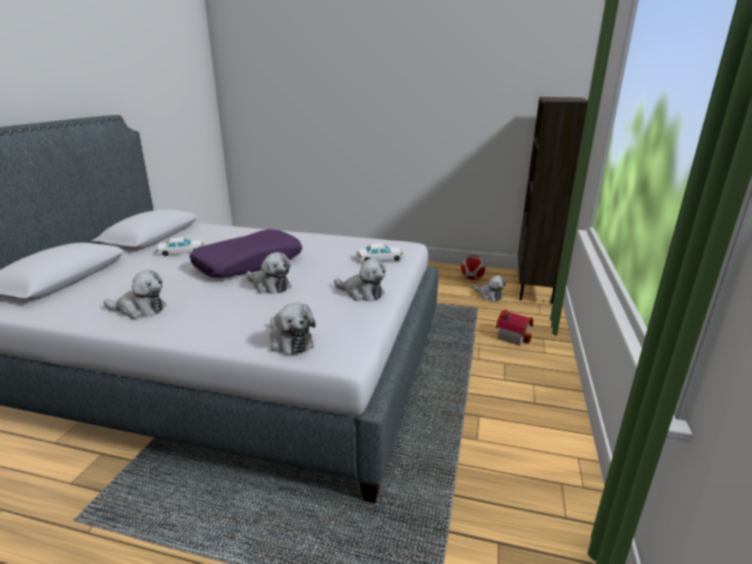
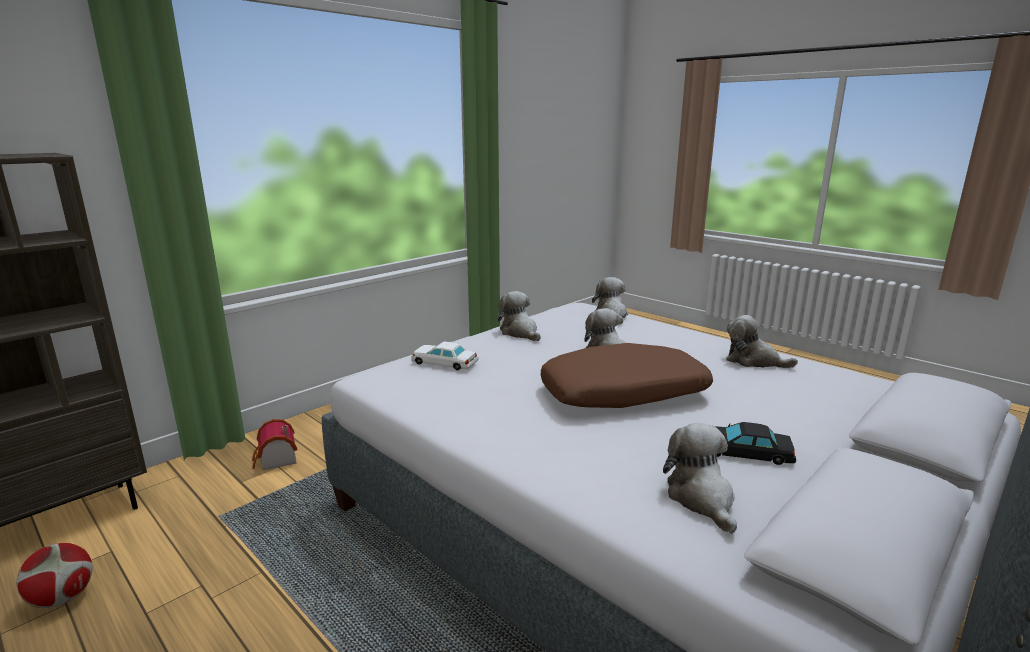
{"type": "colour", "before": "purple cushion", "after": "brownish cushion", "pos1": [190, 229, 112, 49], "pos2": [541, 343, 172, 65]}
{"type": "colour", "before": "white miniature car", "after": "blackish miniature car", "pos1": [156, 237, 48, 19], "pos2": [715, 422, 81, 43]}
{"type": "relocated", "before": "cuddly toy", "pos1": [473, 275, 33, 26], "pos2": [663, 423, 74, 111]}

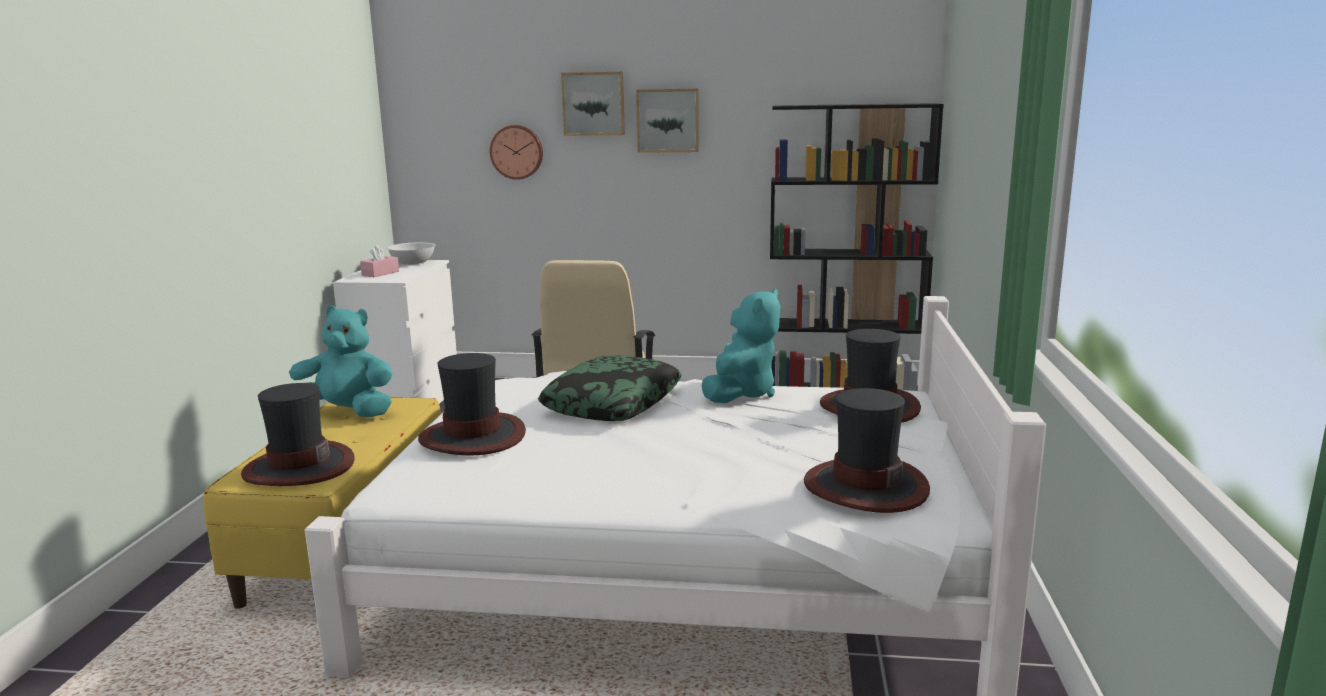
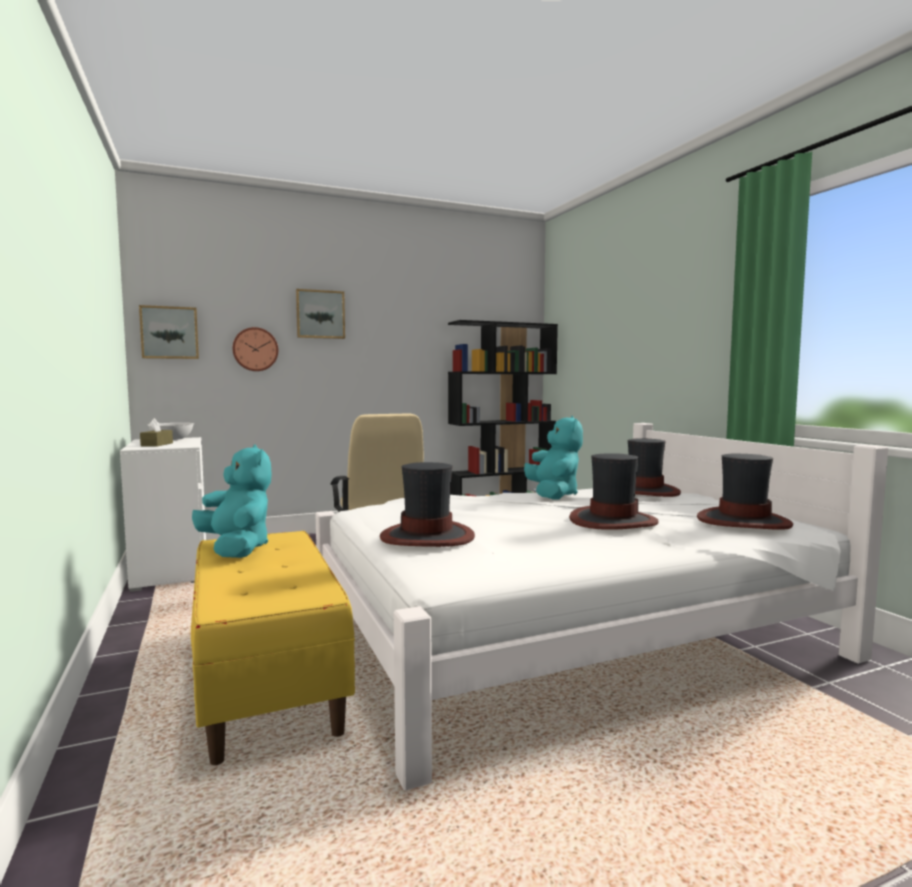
{"type": "relocated", "before": "wall art", "pos1": [636, 89, 63, 64], "pos2": [139, 305, 60, 54]}
{"type": "colour", "before": "pinkish box of tissues", "after": "brownish box of tissues", "pos1": [360, 245, 39, 32], "pos2": [140, 418, 33, 29]}
{"type": "spun", "before": "turquoise-coloured cuddly toy", "pos1": [289, 305, 103, 112], "pos2": [192, 444, 79, 114], "turn": 75}
{"type": "missing", "before": "cushion", "pos1": [538, 356, 144, 65]}
{"type": "relocated", "before": "hat", "pos1": [241, 383, 114, 103], "pos2": [569, 453, 90, 77]}

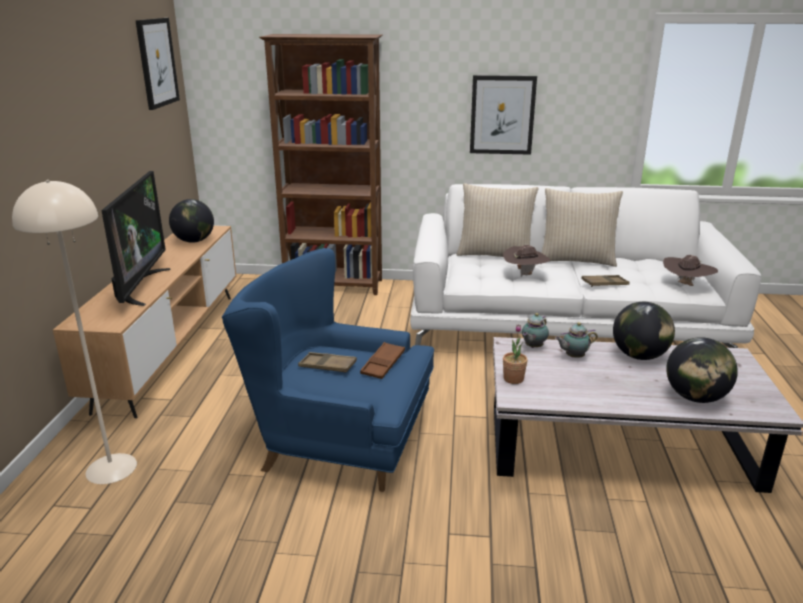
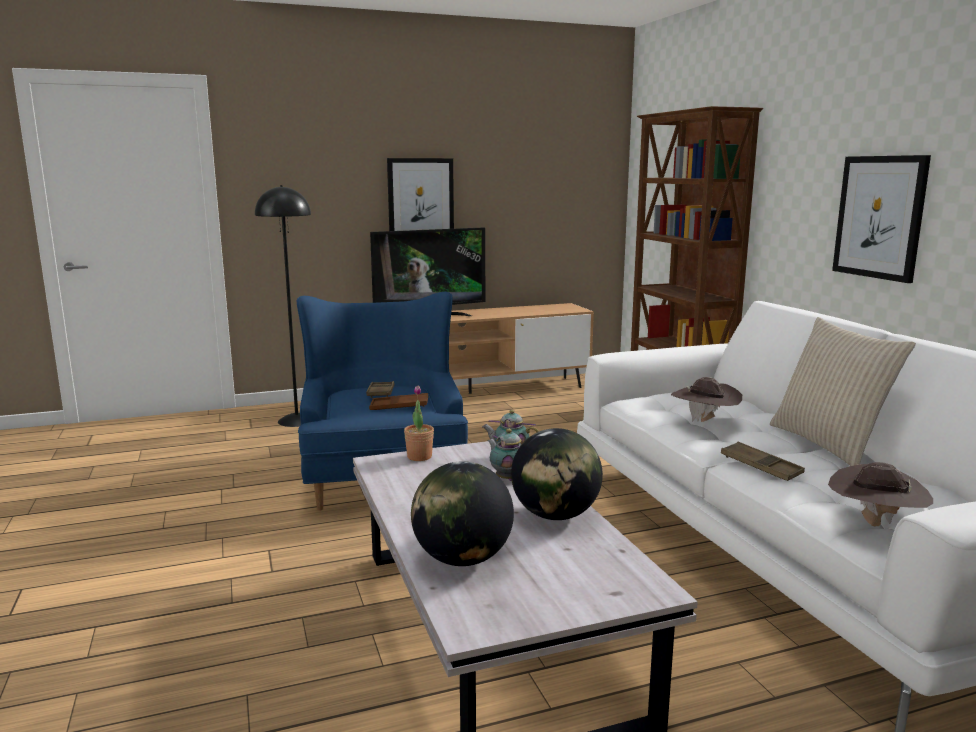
{"type": "relocated", "before": "wall art", "pos1": [135, 18, 45, 92], "pos2": [387, 158, 67, 73]}
{"type": "colour", "before": "sand-coloured standing lamp", "after": "blackish standing lamp", "pos1": [12, 180, 125, 304], "pos2": [255, 185, 56, 242]}
{"type": "missing", "before": "sand-coloured cushion", "pos1": [456, 183, 82, 74]}
{"type": "missing", "before": "desk globe", "pos1": [169, 199, 45, 44]}

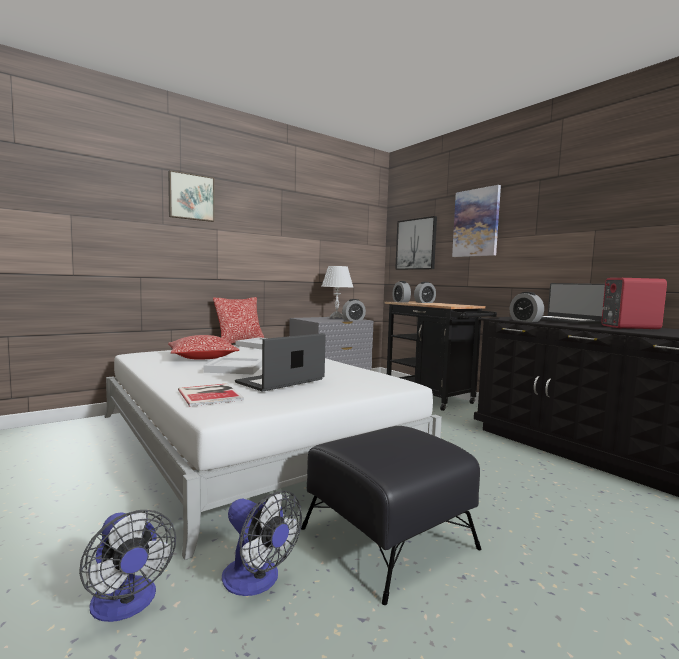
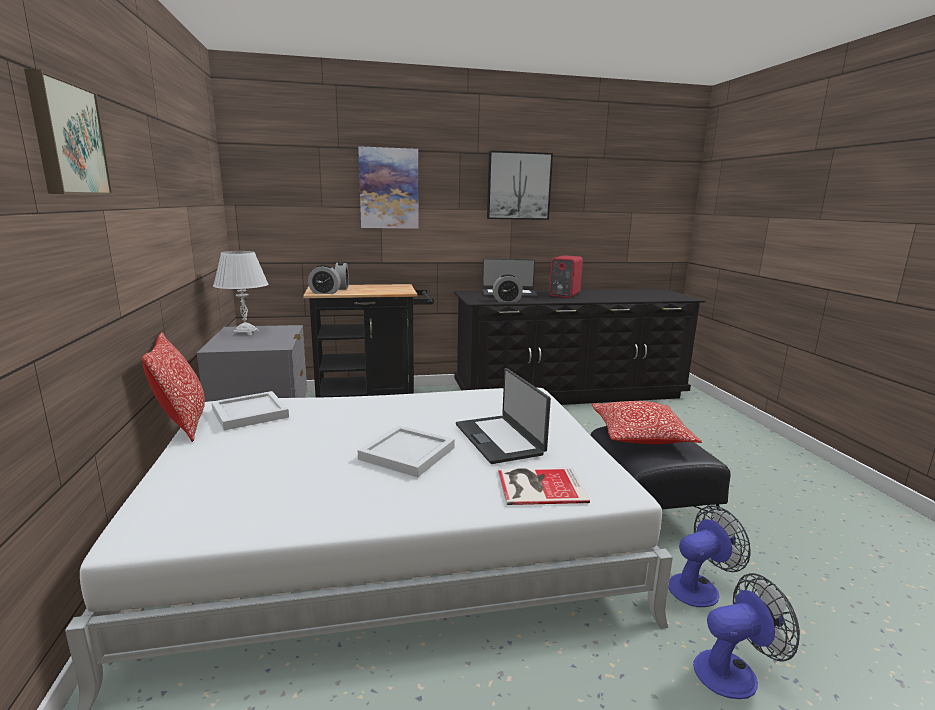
{"type": "relocated", "before": "wall art", "pos1": [395, 216, 42, 54], "pos2": [487, 150, 66, 70]}
{"type": "missing", "before": "alarm clock", "pos1": [342, 299, 24, 22]}
{"type": "relocated", "before": "cushion", "pos1": [168, 335, 71, 25], "pos2": [592, 401, 110, 43]}

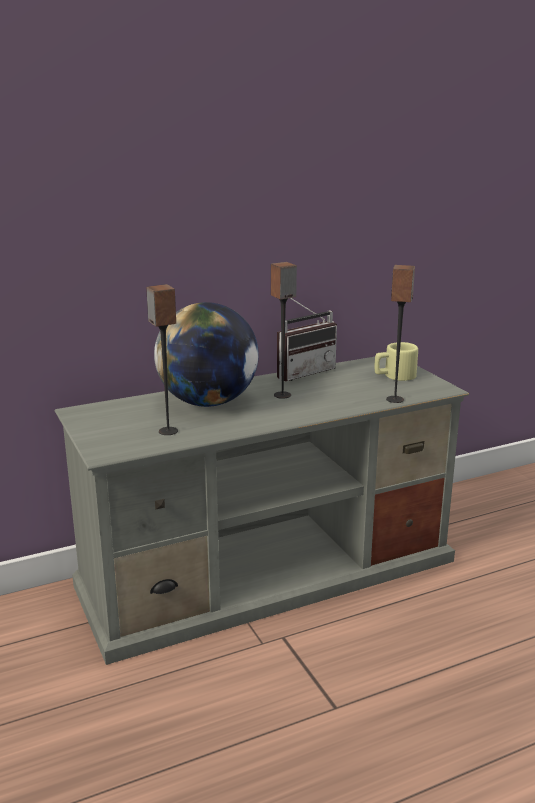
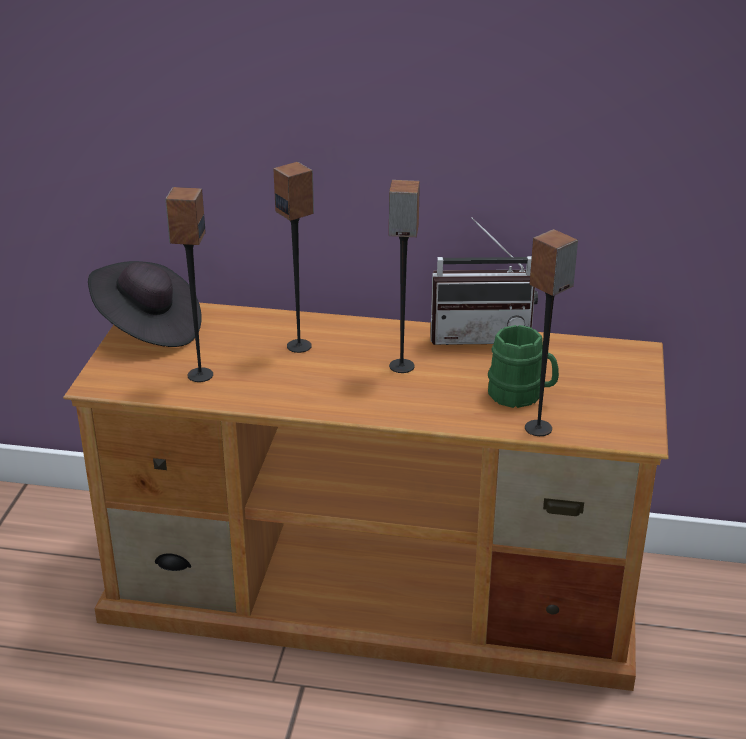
{"type": "exchanged", "before": "desk globe", "after": "speaker", "pos1": [154, 302, 105, 105], "pos2": [273, 162, 41, 191]}
{"type": "missing", "before": "sand-coloured tea mug", "pos1": [375, 342, 43, 39]}
{"type": "colour", "before": "greyish tv unit", "after": "brownish tv unit", "pos1": [54, 357, 415, 308], "pos2": [63, 303, 606, 388]}
{"type": "appeared", "after": "blackish hat", "pos2": [88, 261, 114, 86]}
{"type": "appeared", "after": "green tea mug", "pos2": [488, 325, 71, 83]}

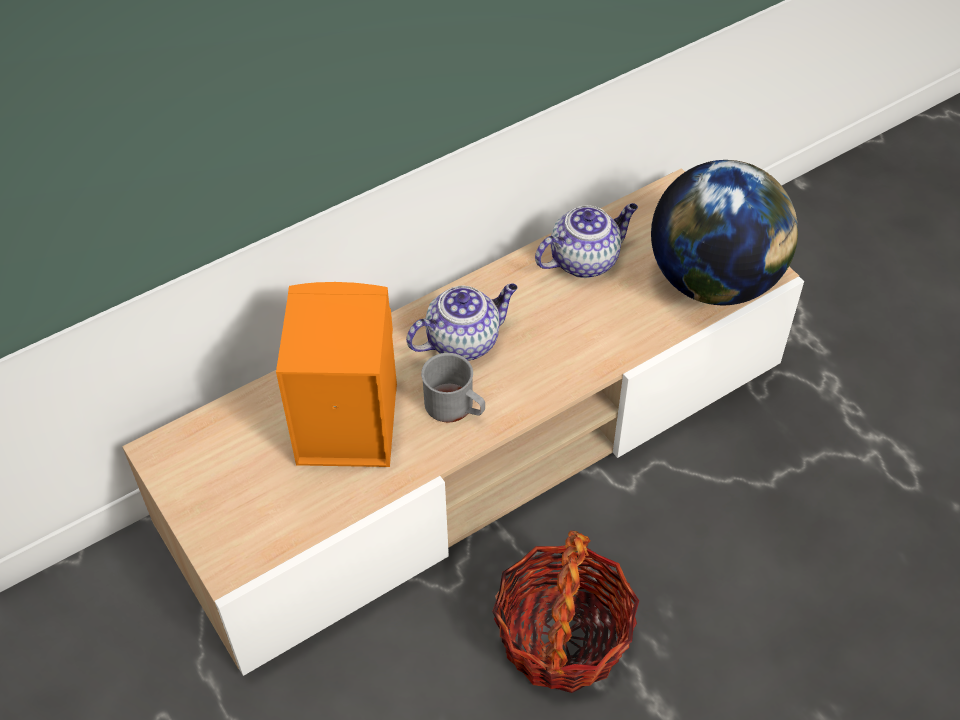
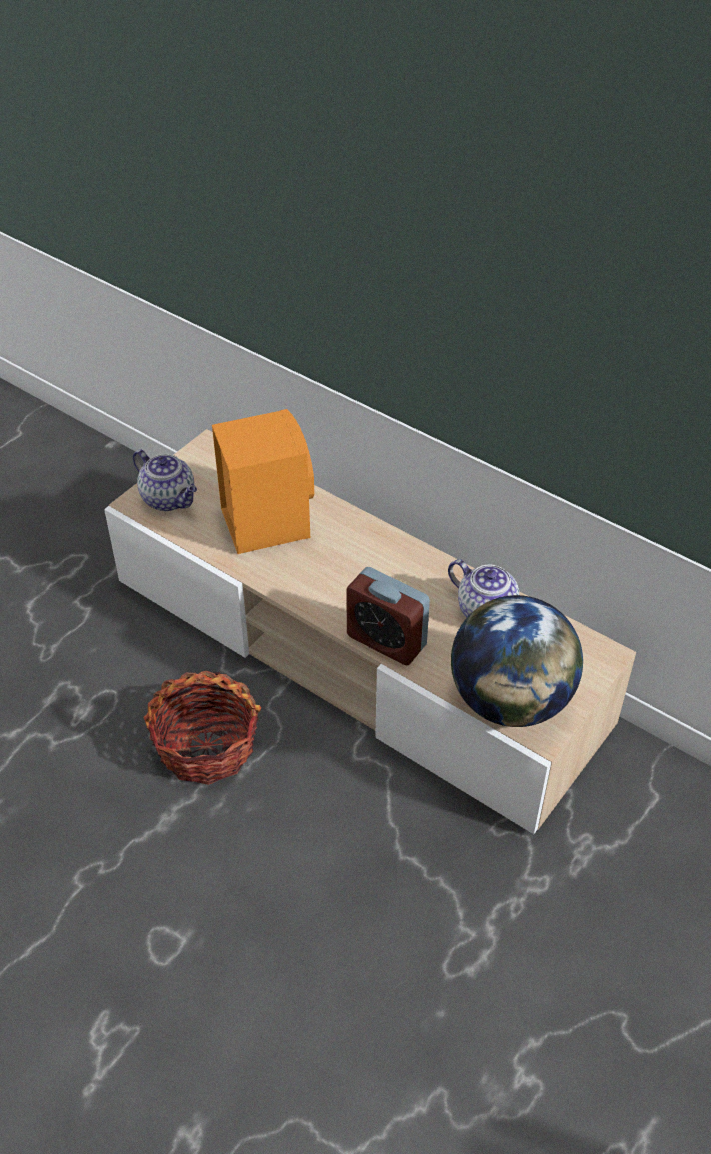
{"type": "relocated", "before": "tea pot", "pos1": [406, 283, 112, 78], "pos2": [133, 449, 64, 62]}
{"type": "missing", "before": "greyish tea mug", "pos1": [421, 353, 64, 69]}
{"type": "appeared", "after": "alarm clock", "pos2": [346, 567, 84, 99]}

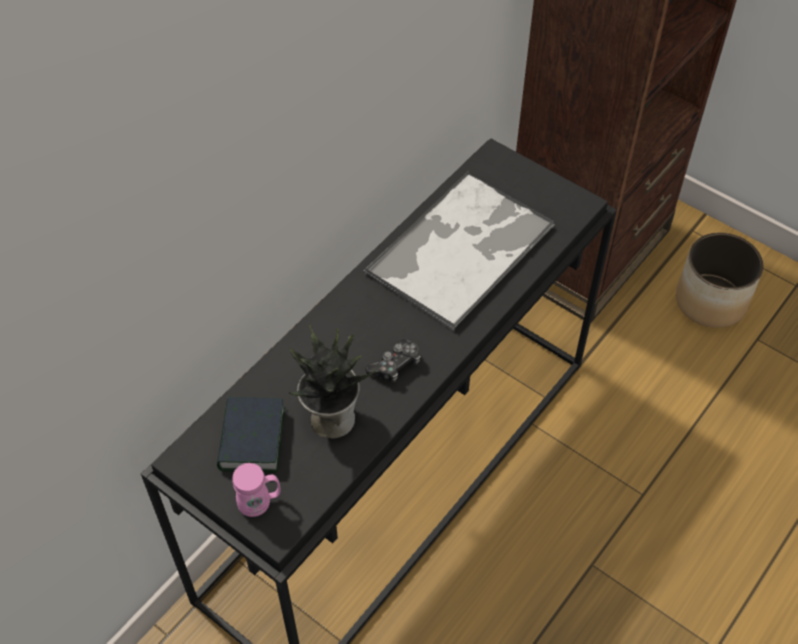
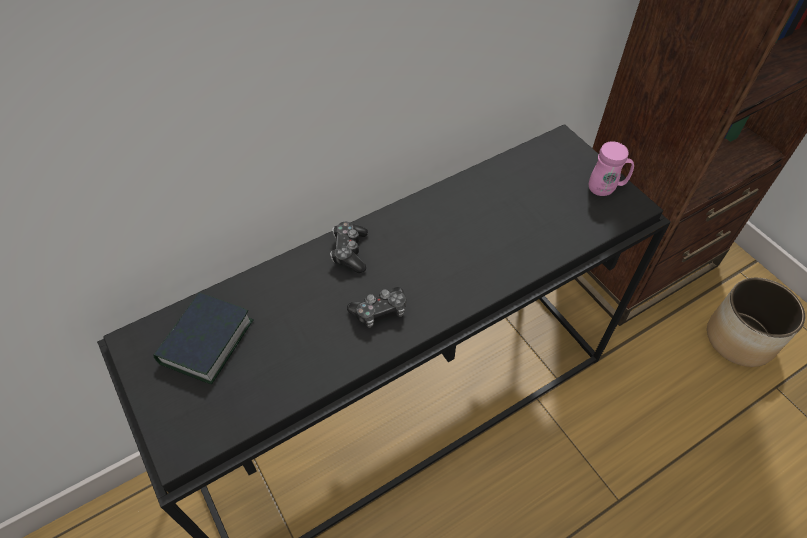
{"type": "missing", "before": "serving tray", "pos1": [364, 171, 190, 160]}
{"type": "missing", "before": "potted plant", "pos1": [289, 323, 88, 116]}
{"type": "relocated", "before": "pinkish tea mug", "pos1": [232, 463, 49, 54], "pos2": [589, 141, 45, 55]}
{"type": "appeared", "after": "gamepad", "pos2": [330, 222, 38, 51]}

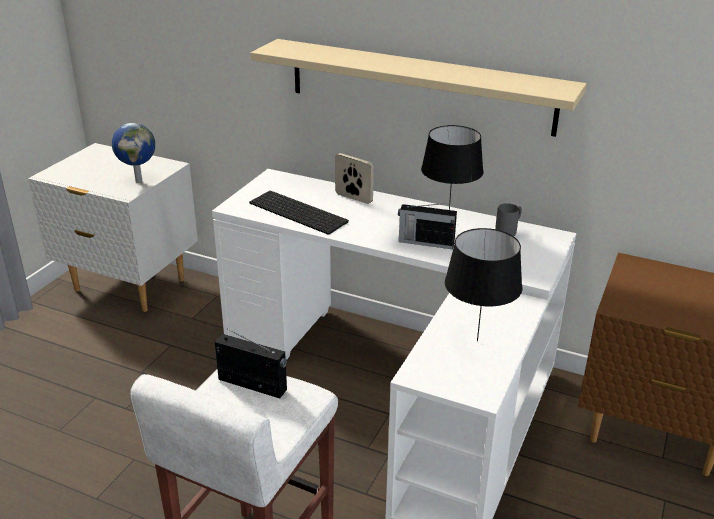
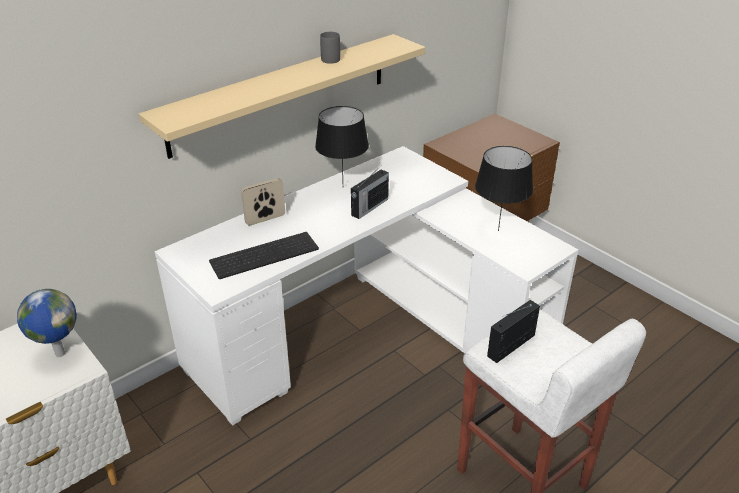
{"type": "relocated", "before": "greyish tea mug", "pos1": [495, 203, 27, 33], "pos2": [320, 32, 20, 32]}

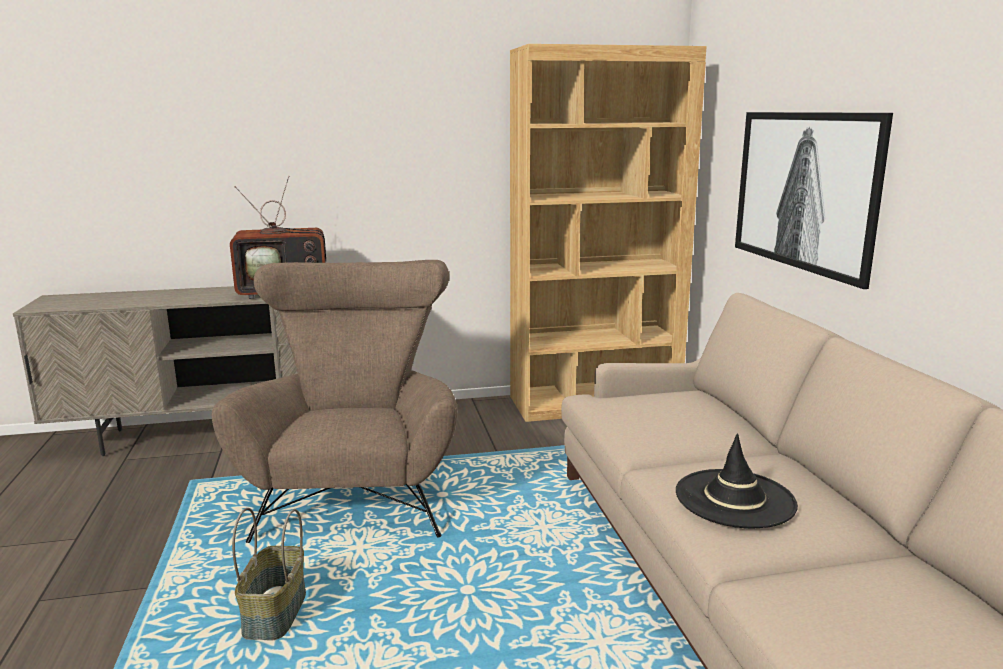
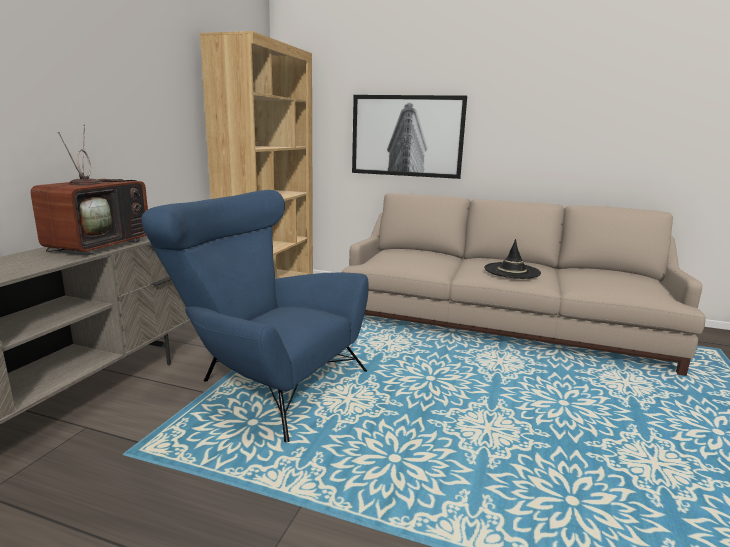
{"type": "colour", "before": "brownish easy chair", "after": "blue easy chair", "pos1": [211, 260, 246, 283], "pos2": [142, 190, 227, 252]}
{"type": "missing", "before": "household basket", "pos1": [232, 508, 74, 133]}

